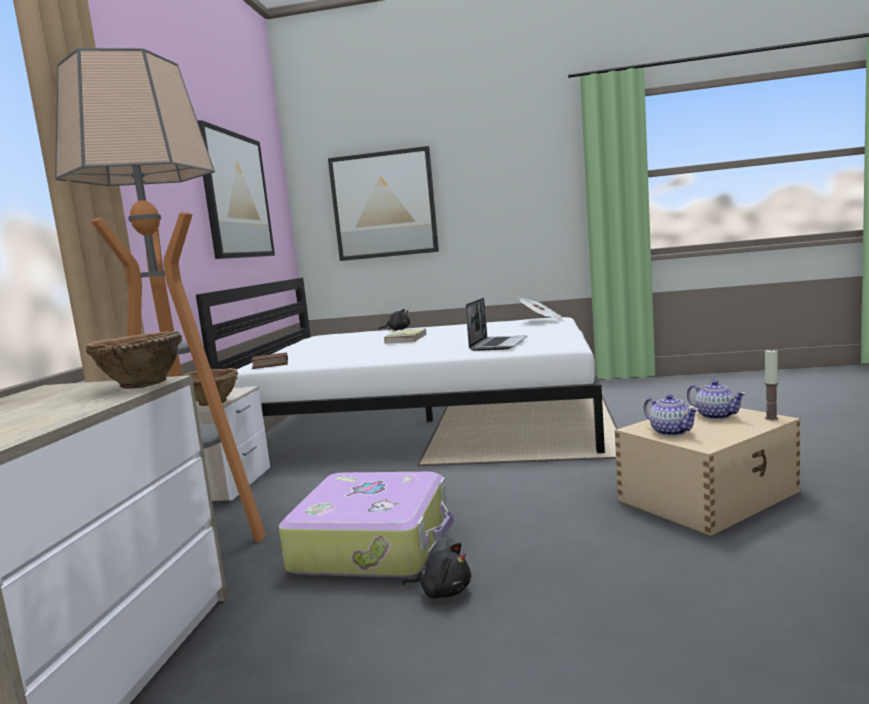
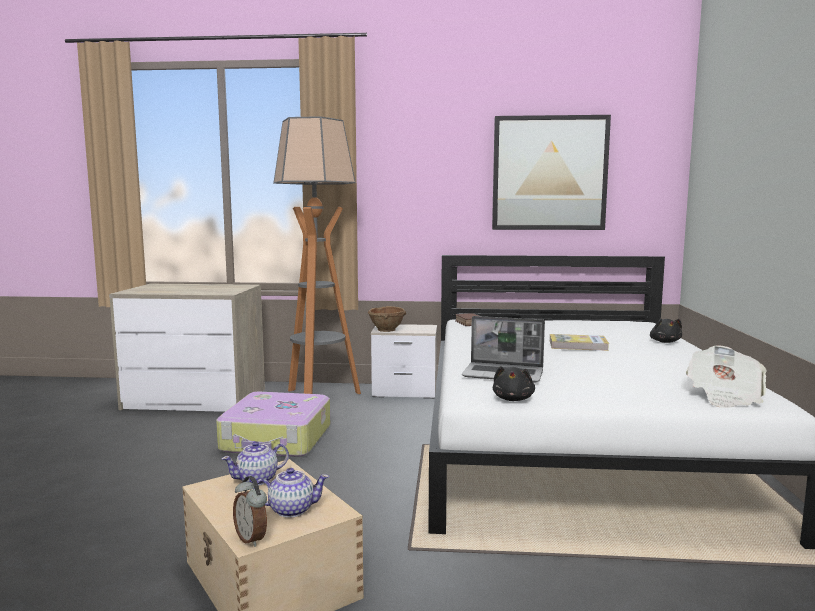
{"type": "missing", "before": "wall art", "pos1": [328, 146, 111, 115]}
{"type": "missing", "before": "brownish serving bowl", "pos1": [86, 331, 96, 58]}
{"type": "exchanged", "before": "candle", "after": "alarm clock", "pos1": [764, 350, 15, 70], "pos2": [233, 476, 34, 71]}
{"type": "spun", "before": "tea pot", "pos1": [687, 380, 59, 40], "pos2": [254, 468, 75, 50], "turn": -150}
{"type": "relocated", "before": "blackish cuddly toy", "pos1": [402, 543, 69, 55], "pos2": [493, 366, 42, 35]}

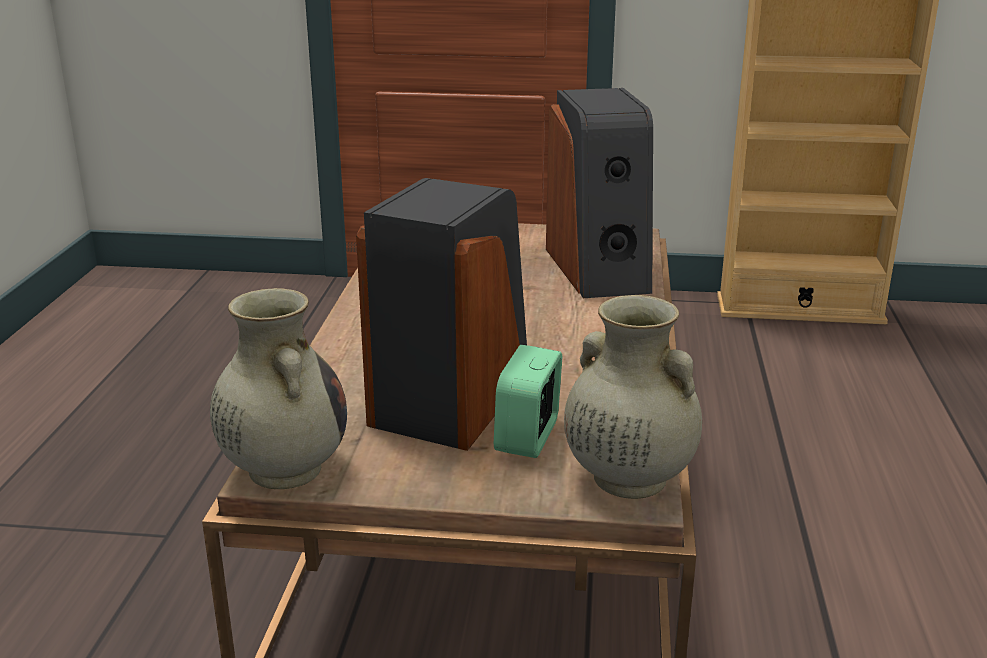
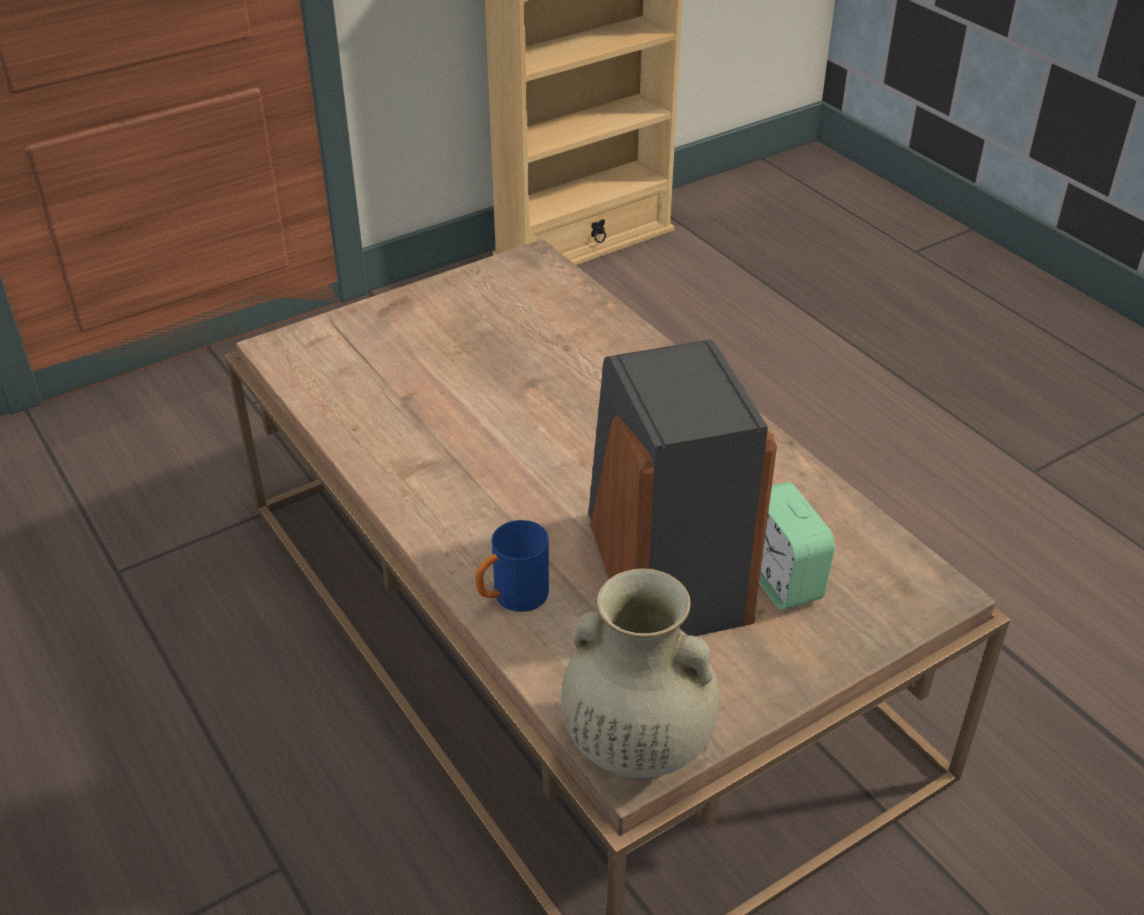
{"type": "missing", "before": "speaker", "pos1": [546, 88, 107, 210]}
{"type": "missing", "before": "sand-coloured vase", "pos1": [564, 295, 138, 204]}
{"type": "appeared", "after": "blue tea mug", "pos2": [476, 520, 73, 92]}

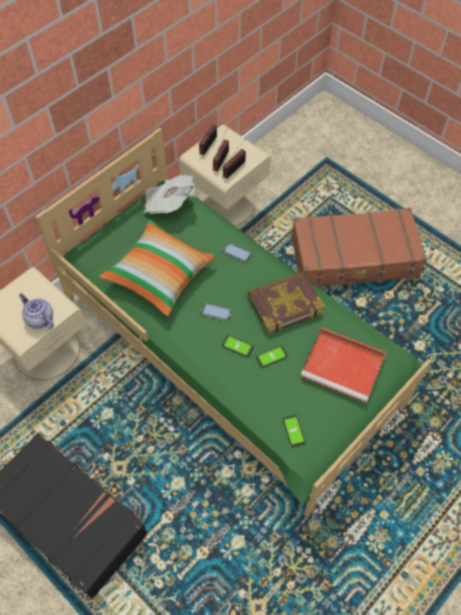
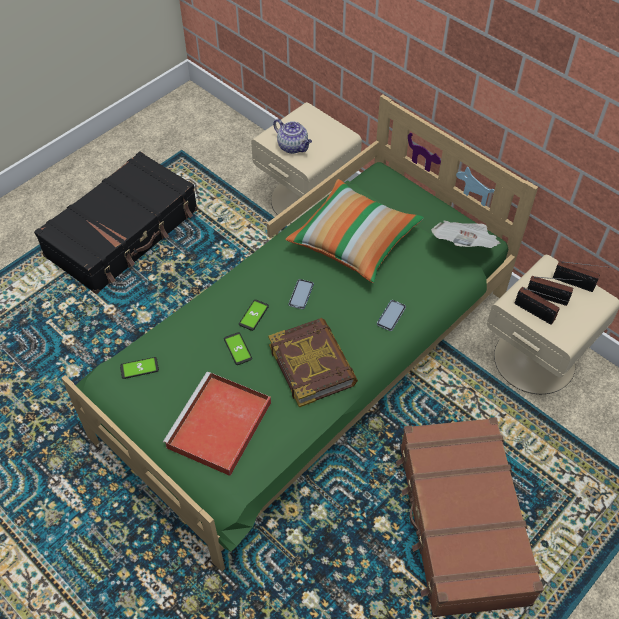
{"type": "spun", "before": "tea pot", "pos1": [19, 293, 35, 36], "pos2": [273, 119, 39, 35], "turn": 90}

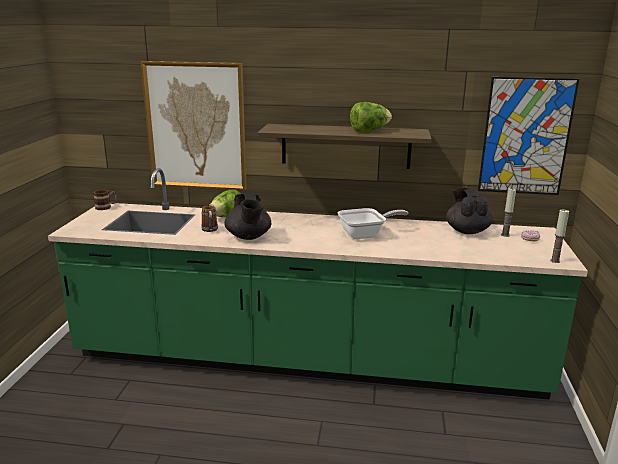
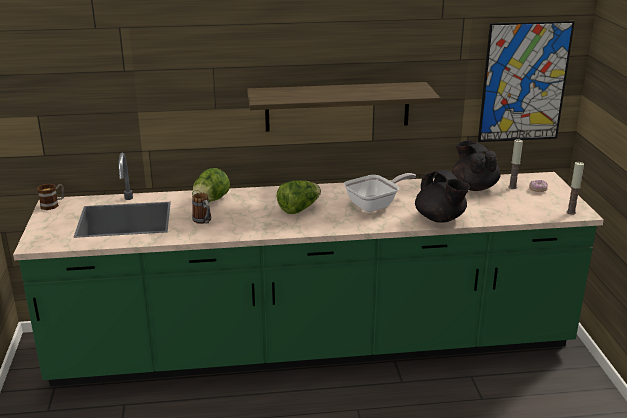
{"type": "missing", "before": "wall art", "pos1": [140, 61, 107, 129]}
{"type": "relocated", "before": "lettuce", "pos1": [350, 102, 42, 30], "pos2": [277, 180, 44, 34]}
{"type": "relocated", "before": "blackish tea pot", "pos1": [224, 193, 47, 47], "pos2": [415, 170, 55, 53]}

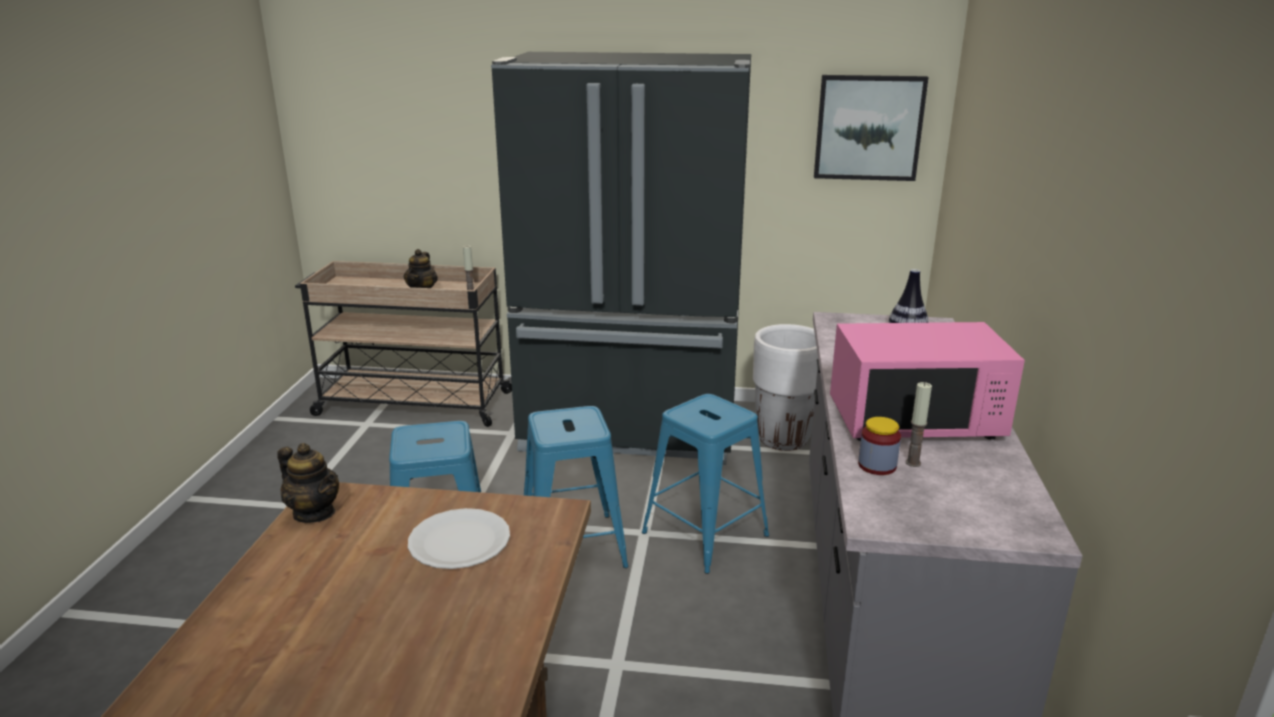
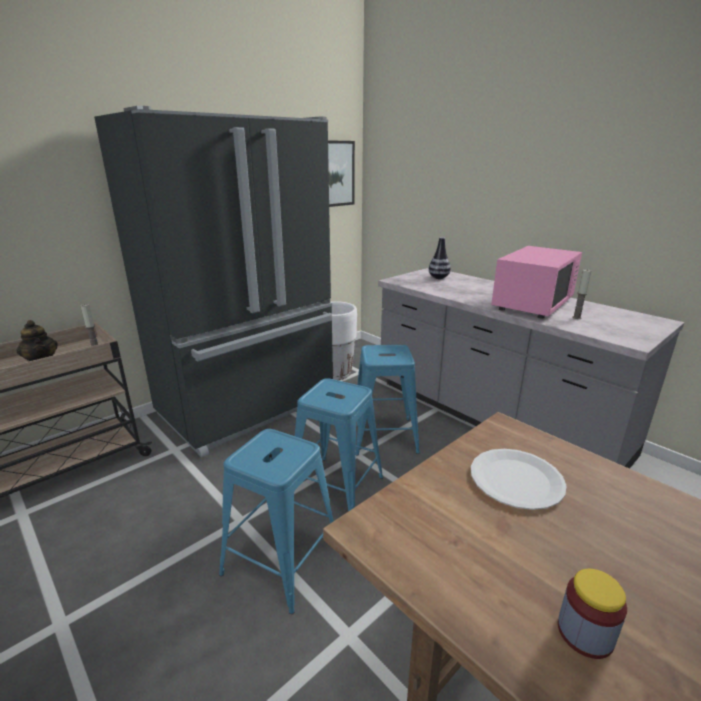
{"type": "relocated", "before": "storage jar", "pos1": [858, 417, 43, 58], "pos2": [558, 569, 69, 90]}
{"type": "missing", "before": "tea pot", "pos1": [277, 443, 62, 80]}

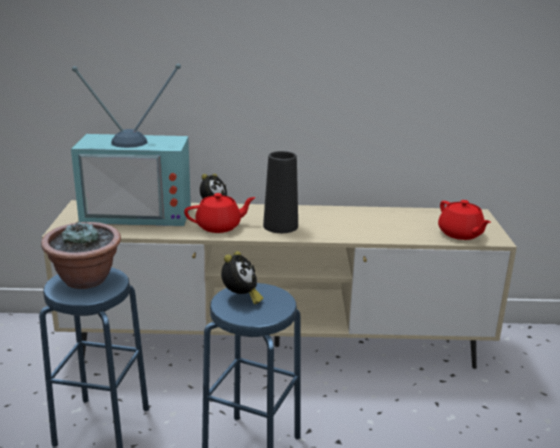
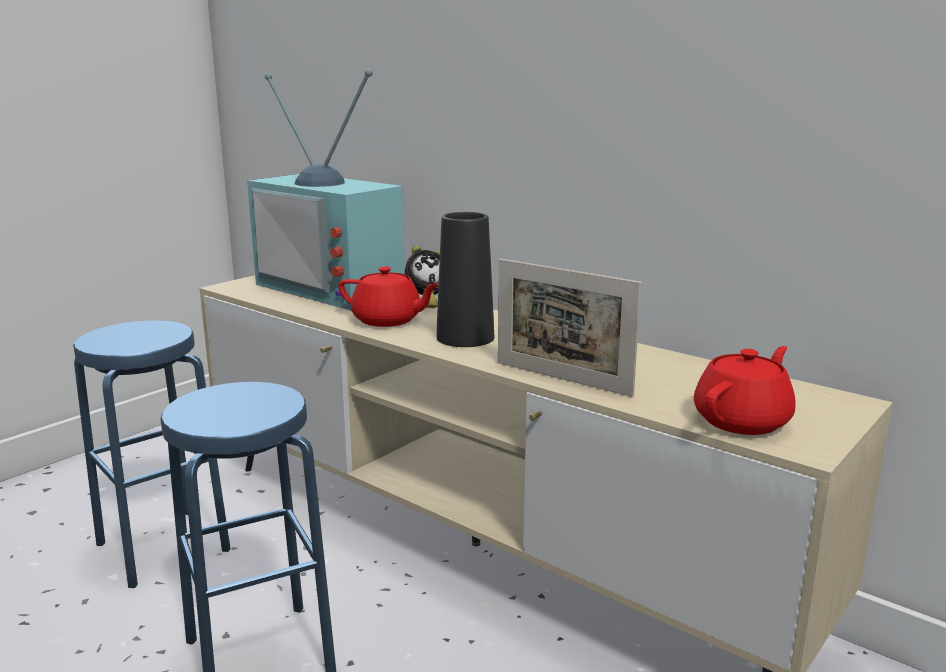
{"type": "spun", "before": "red tea pot", "pos1": [438, 200, 53, 40], "pos2": [694, 346, 102, 89], "turn": -150}
{"type": "missing", "before": "potted plant", "pos1": [41, 221, 80, 68]}
{"type": "missing", "before": "alarm clock", "pos1": [221, 251, 42, 53]}
{"type": "appeared", "after": "photo frame", "pos2": [498, 258, 143, 139]}

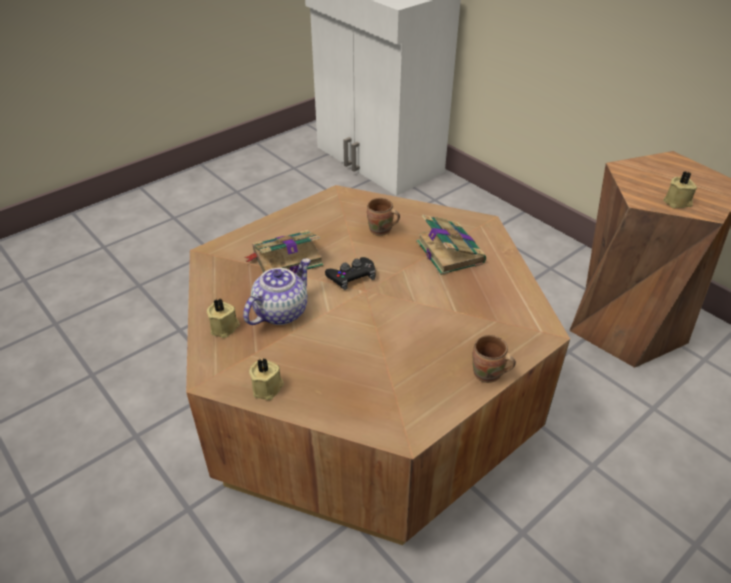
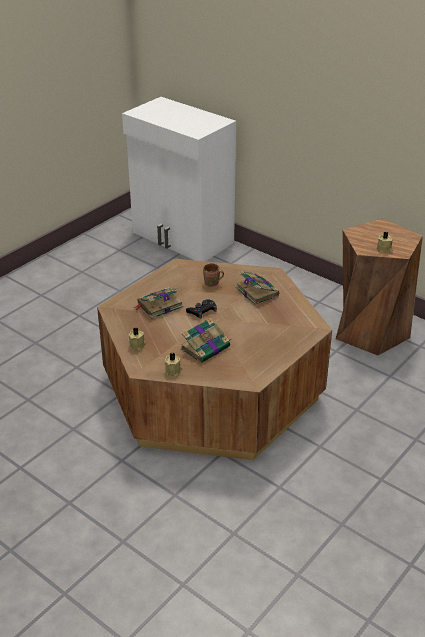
{"type": "missing", "before": "tea pot", "pos1": [243, 258, 68, 67]}
{"type": "missing", "before": "brownish tea mug", "pos1": [473, 335, 43, 48]}
{"type": "appeared", "after": "bound book", "pos2": [180, 318, 51, 45]}

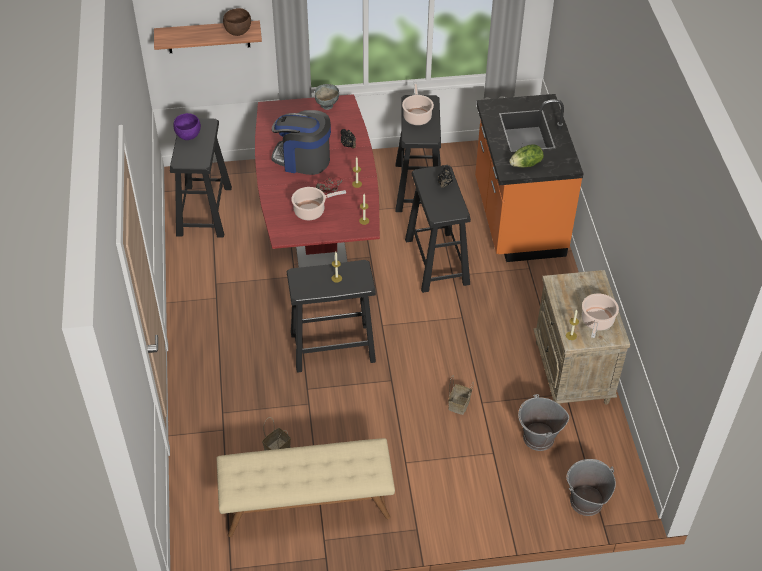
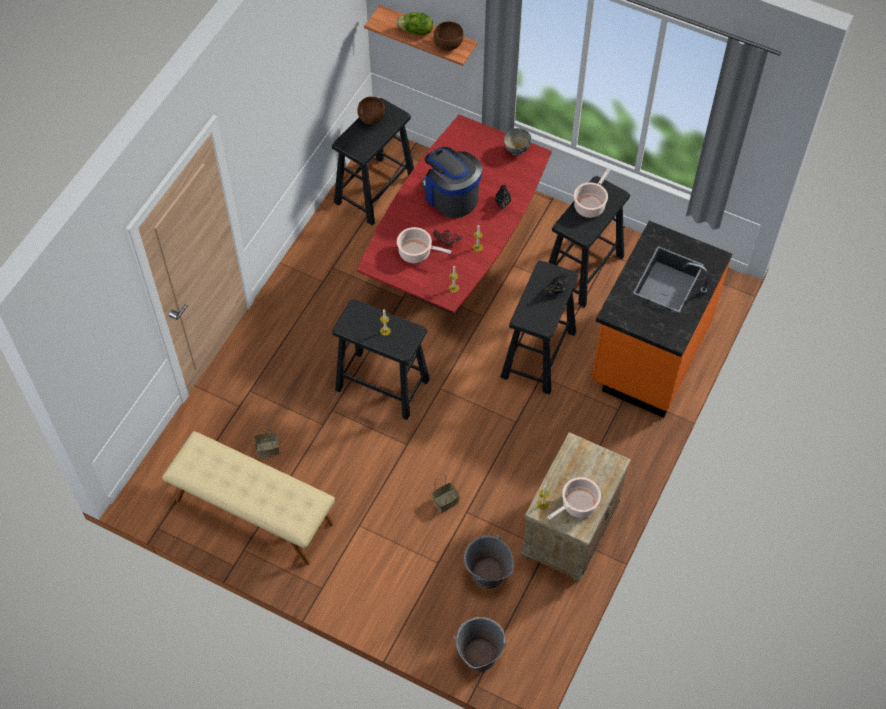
{"type": "colour", "before": "purple serving bowl", "after": "brownish serving bowl", "pos1": [173, 113, 28, 27], "pos2": [357, 97, 28, 28]}
{"type": "relocated", "before": "lettuce", "pos1": [509, 144, 35, 23], "pos2": [396, 12, 37, 23]}

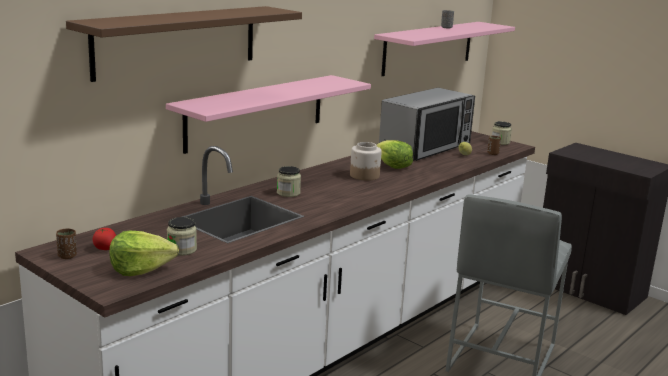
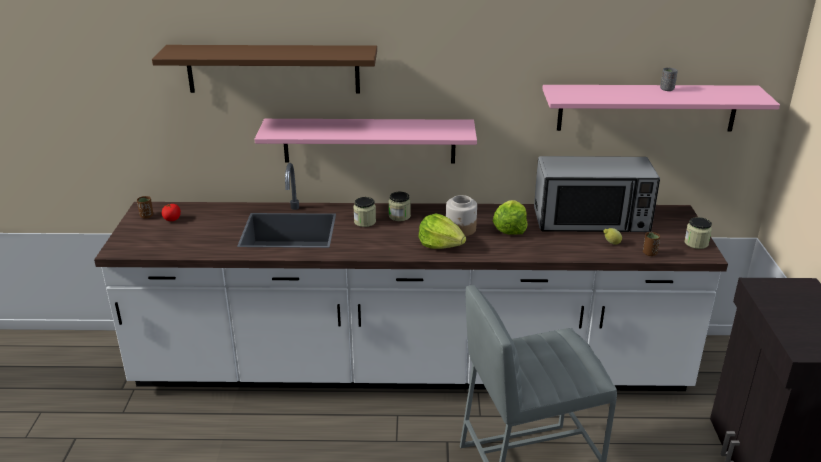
{"type": "relocated", "before": "storage jar", "pos1": [167, 217, 30, 39], "pos2": [389, 192, 22, 29]}
{"type": "relocated", "before": "lettuce", "pos1": [109, 231, 70, 45], "pos2": [419, 213, 47, 36]}

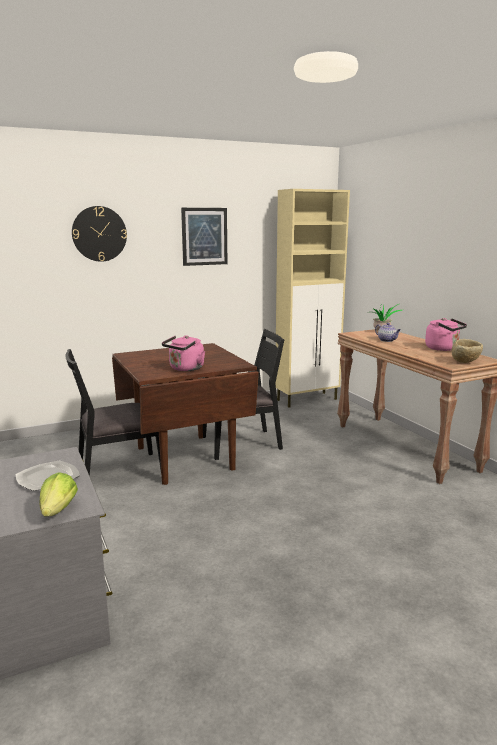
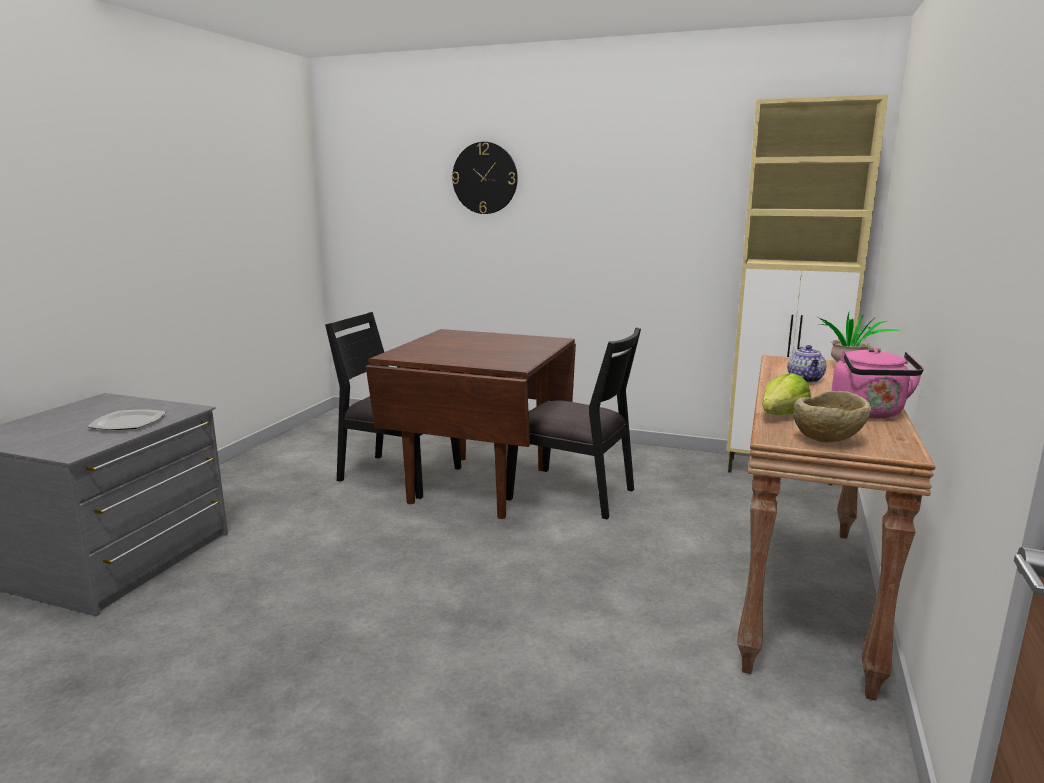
{"type": "missing", "before": "wall art", "pos1": [181, 208, 46, 58]}
{"type": "missing", "before": "pinkish kettle", "pos1": [162, 335, 43, 36]}
{"type": "relocated", "before": "lettuce", "pos1": [40, 472, 38, 45], "pos2": [762, 373, 49, 42]}

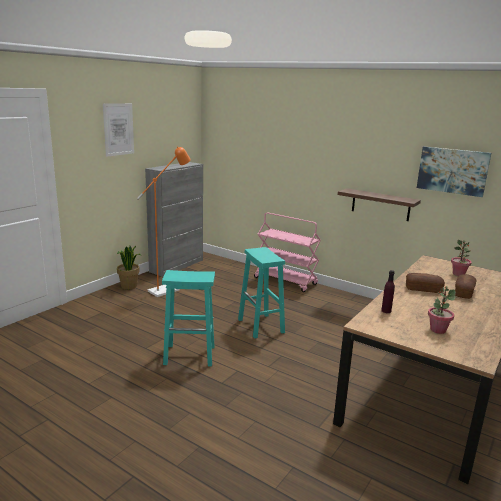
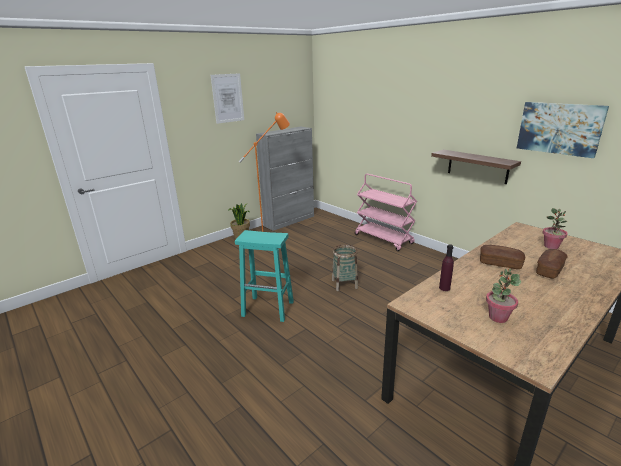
{"type": "exchanged", "before": "turquoise-coloured sitting stool", "after": "household basket", "pos1": [238, 247, 47, 92], "pos2": [332, 244, 26, 47]}

